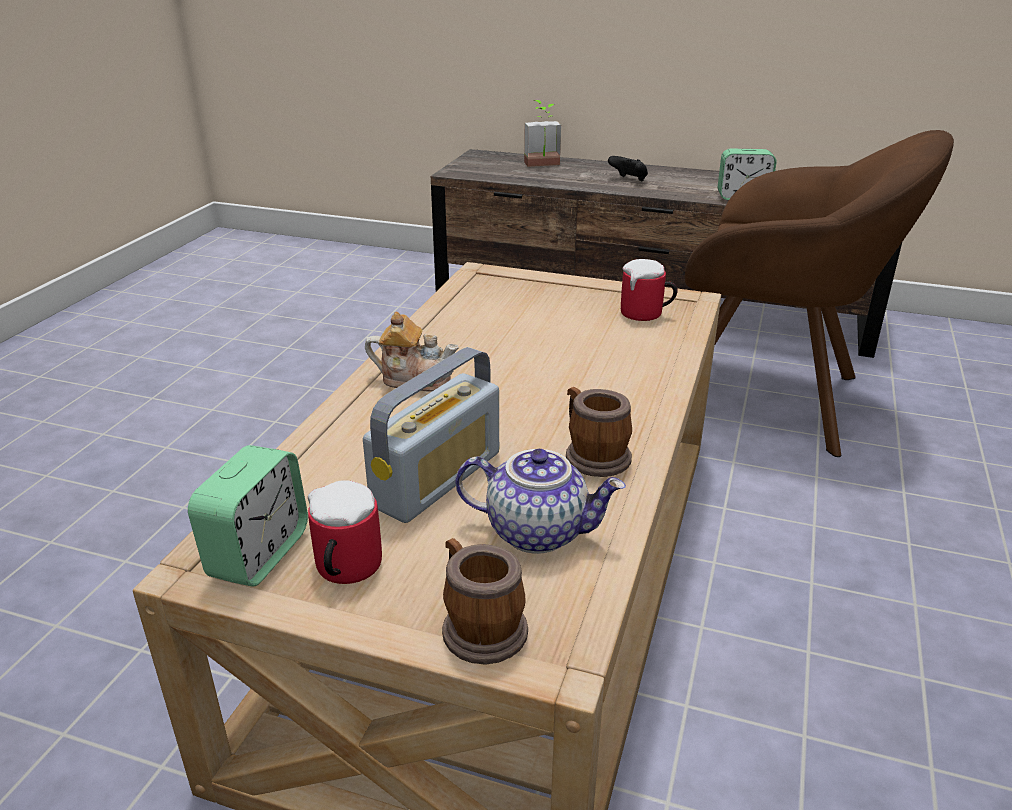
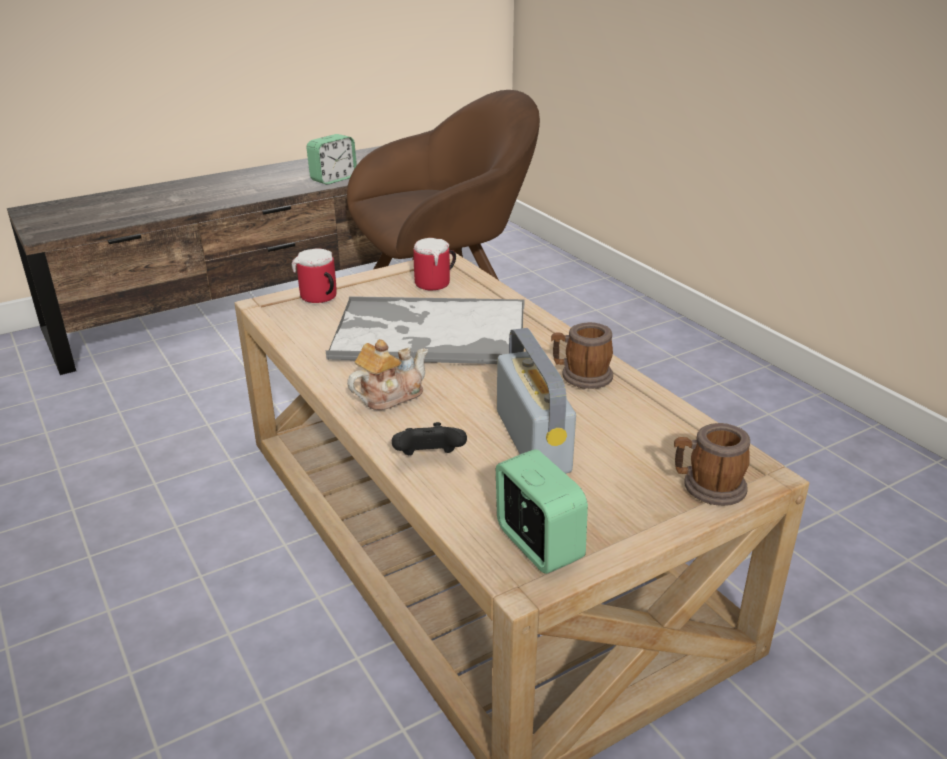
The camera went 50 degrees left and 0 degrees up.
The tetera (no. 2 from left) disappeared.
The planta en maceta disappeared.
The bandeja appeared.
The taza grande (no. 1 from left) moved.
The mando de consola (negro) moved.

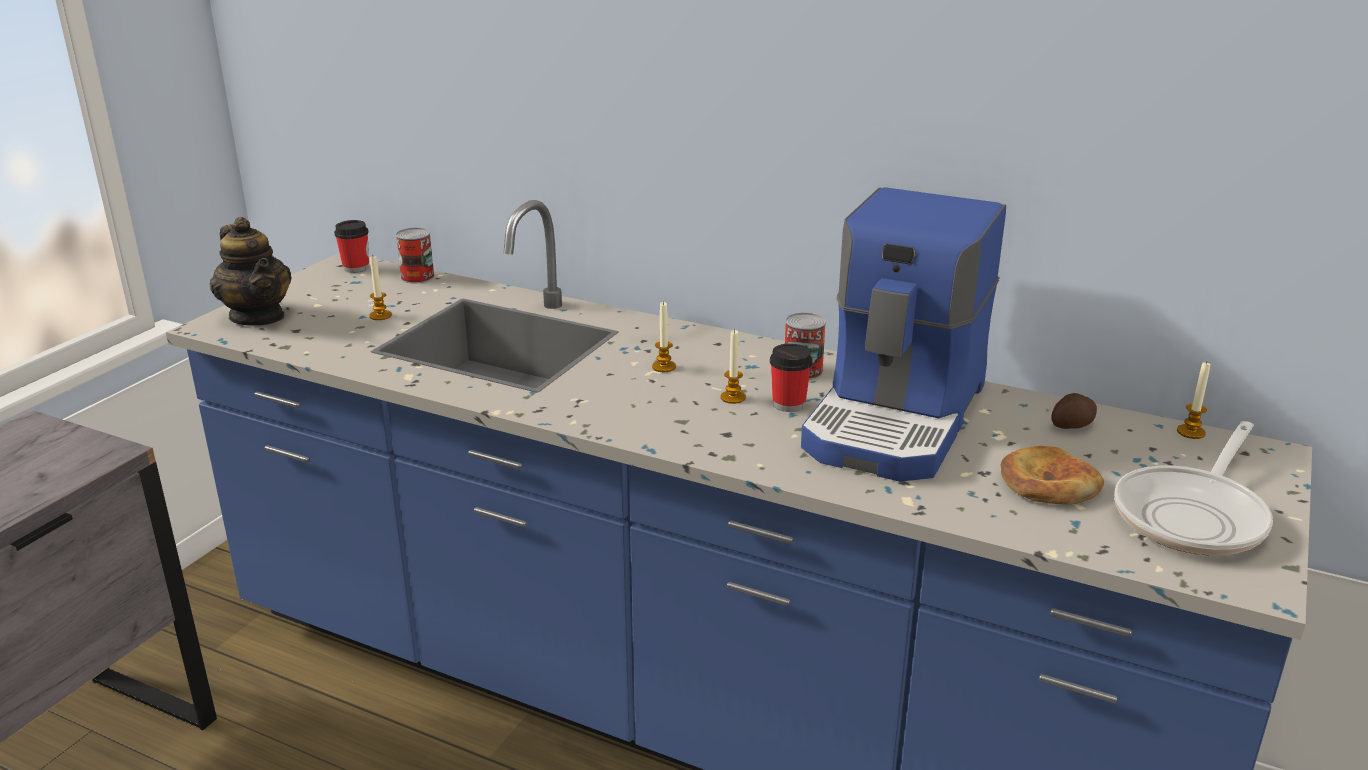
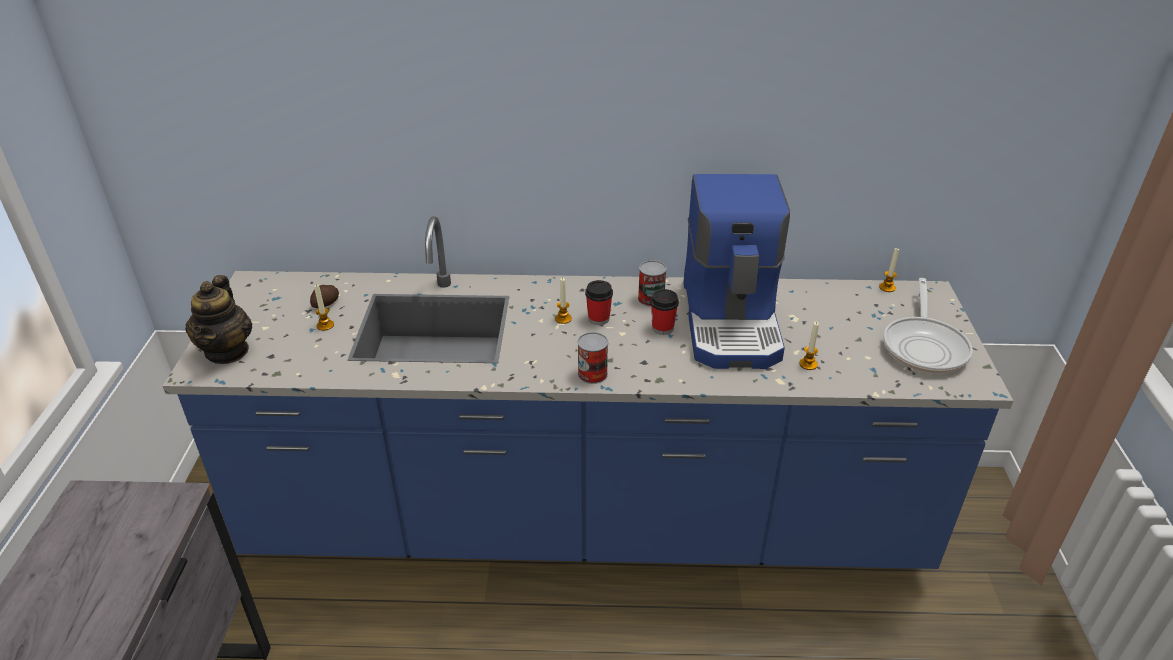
The camera went 25 degrees left and 10 degrees up.
The pan disappeared.
The taza (no. 1 from left) moved.
The lata (no. 1 from left) moved.
The vela (no. 3 from left) moved.
The patata moved.
The tetera turned 60 degrees clockwise.

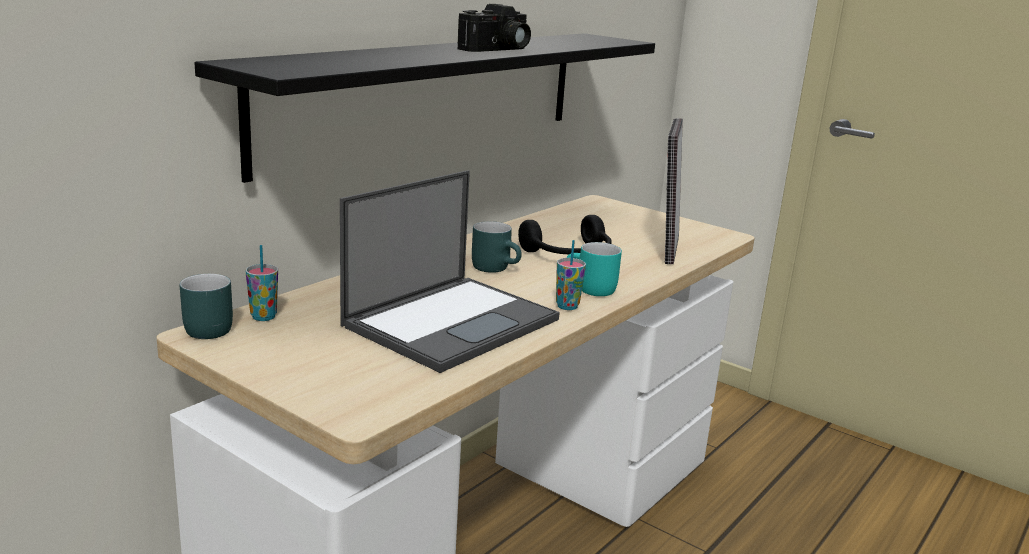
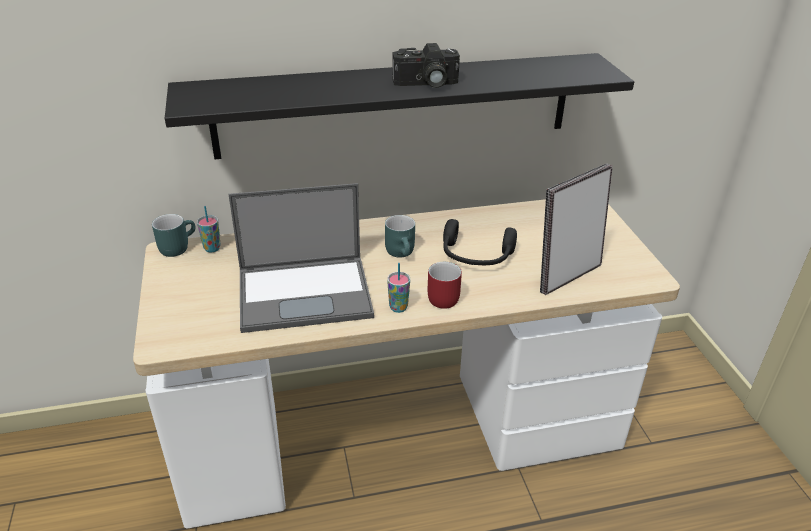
The camera went 40 degrees right and 15 degrees up.
The taza grande (turquesa) (no. 3 from left) became the taza grande (rojo).

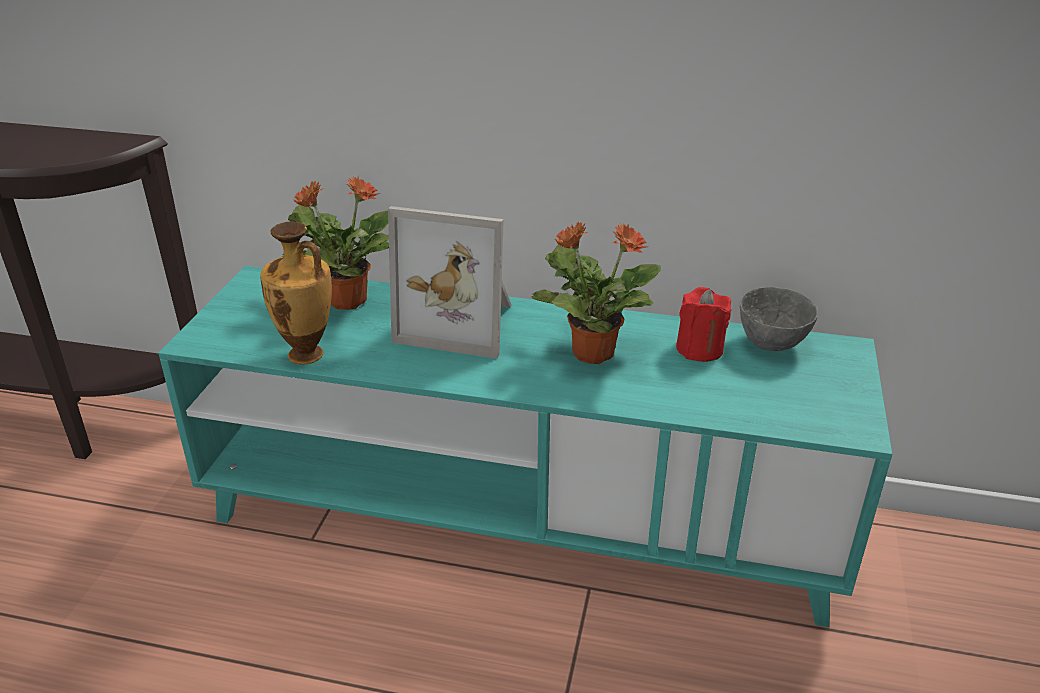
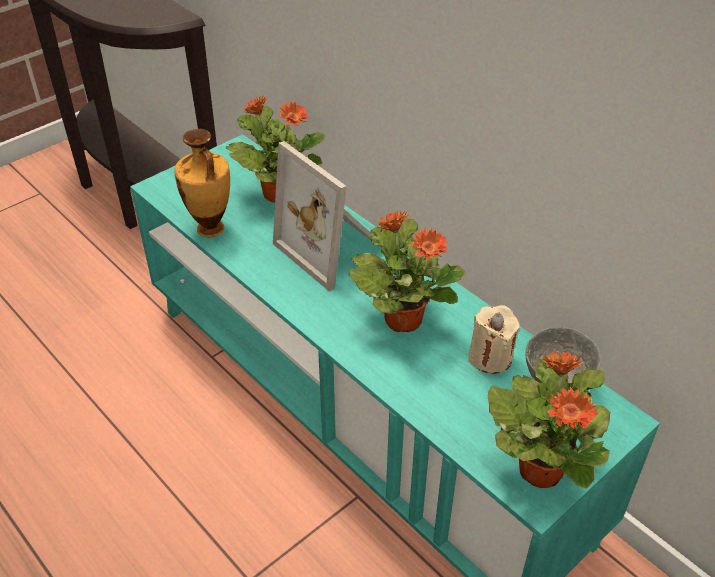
The camera went 35 degrees right and 10 degrees up.
The planta en maceta (no. 3 from left) appeared.
The vela (rojo) became the vela (beis).

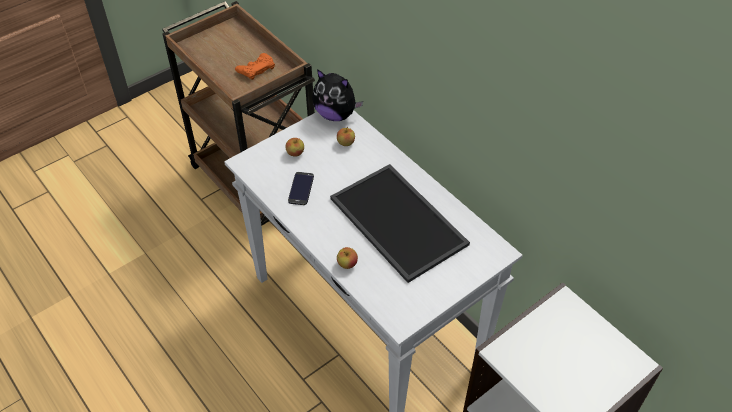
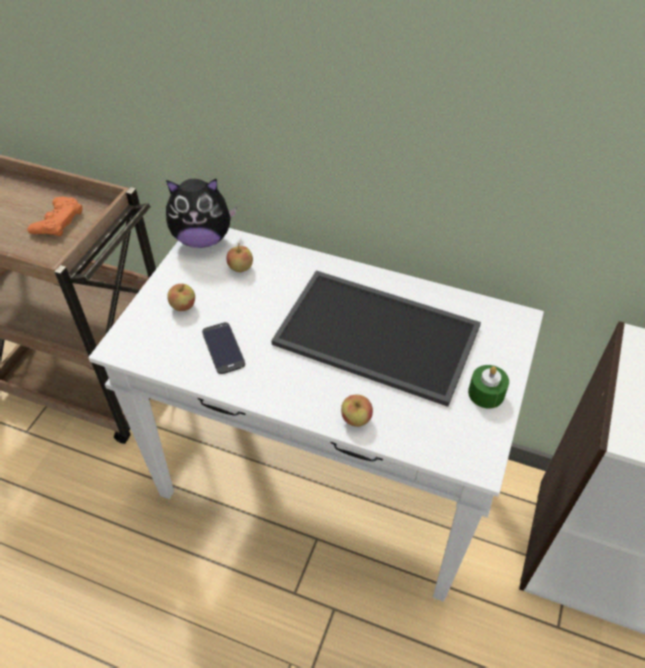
The camera went 30 degrees left and 0 degrees up.
The vela (verde) appeared.

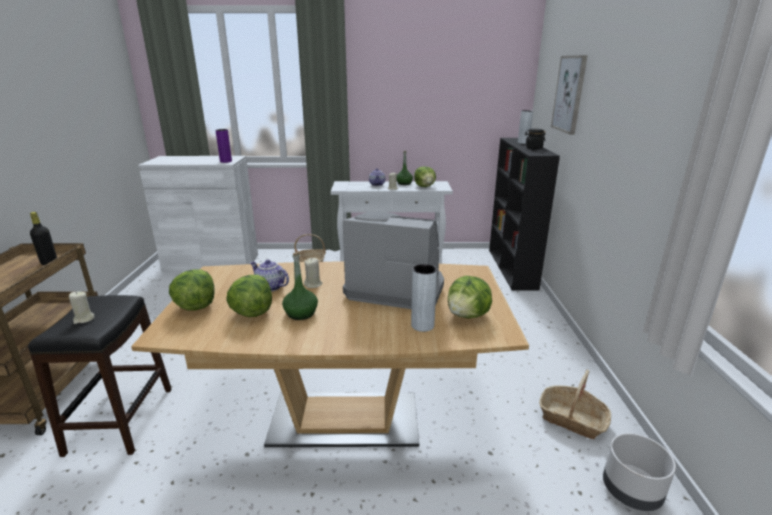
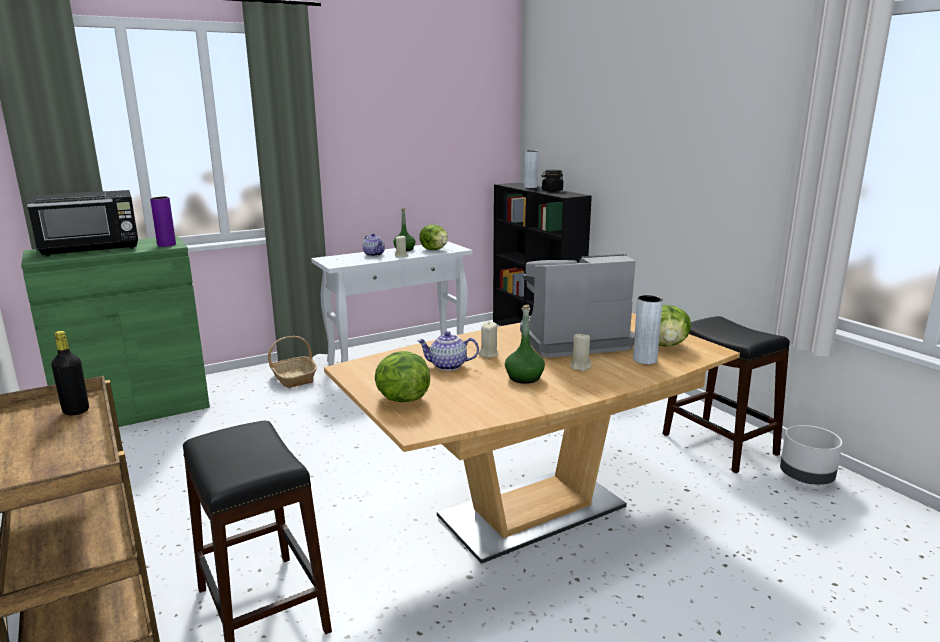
The camera went 30 degrees left and 5 degrees down.
The lechuga (no. 2 from left) disappeared.
The cuadro disappeared.
The microondas (negro) appeared.
The vela (beis) (no. 1 from left in the first image) moved.
The cesta (no. 2 from left) was replaced by the taburete (negro) (no. 2 from left).
The armario (blanco) became the armario (verde).

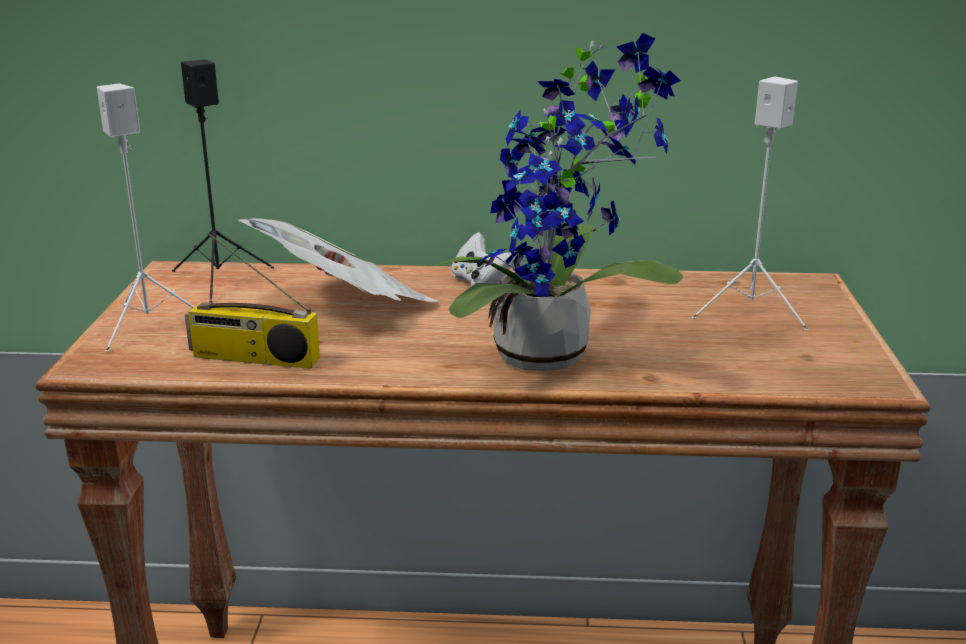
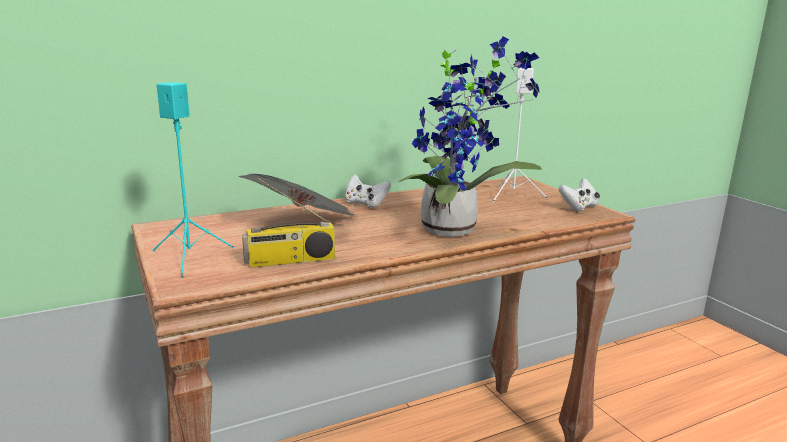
The camera went 30 degrees left and 5 degrees down.
The altavoz (negro) disappeared.
The mando de consola (blanco) (no. 2 from left) appeared.
The altavoz (blanco) (no. 1 from left) became the altavoz (turquesa).

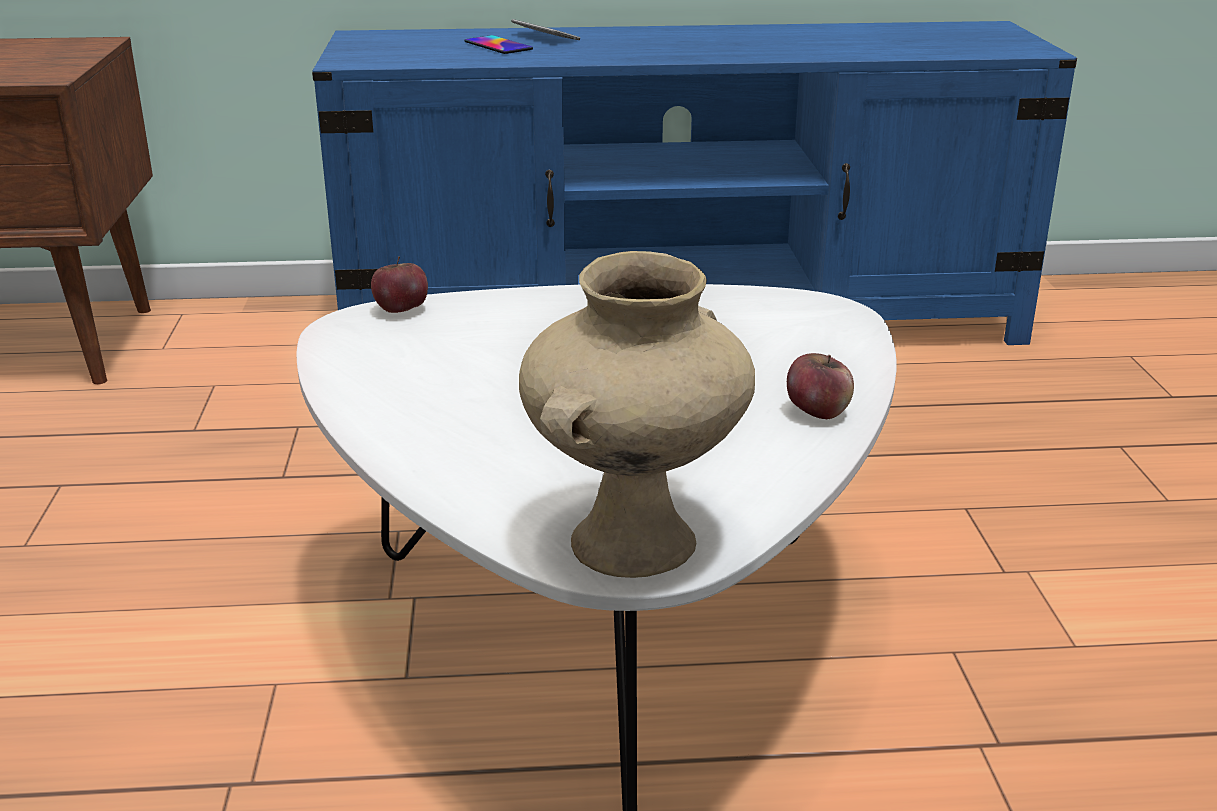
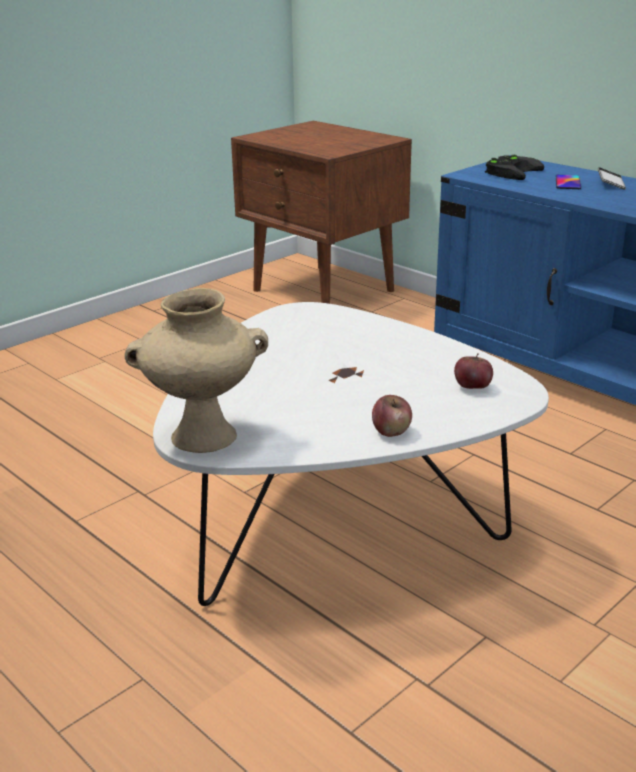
The camera went 50 degrees right and 0 degrees up.
The mando de consola (negro) appeared.
The manzana (no. 1 from left in the first image) moved.

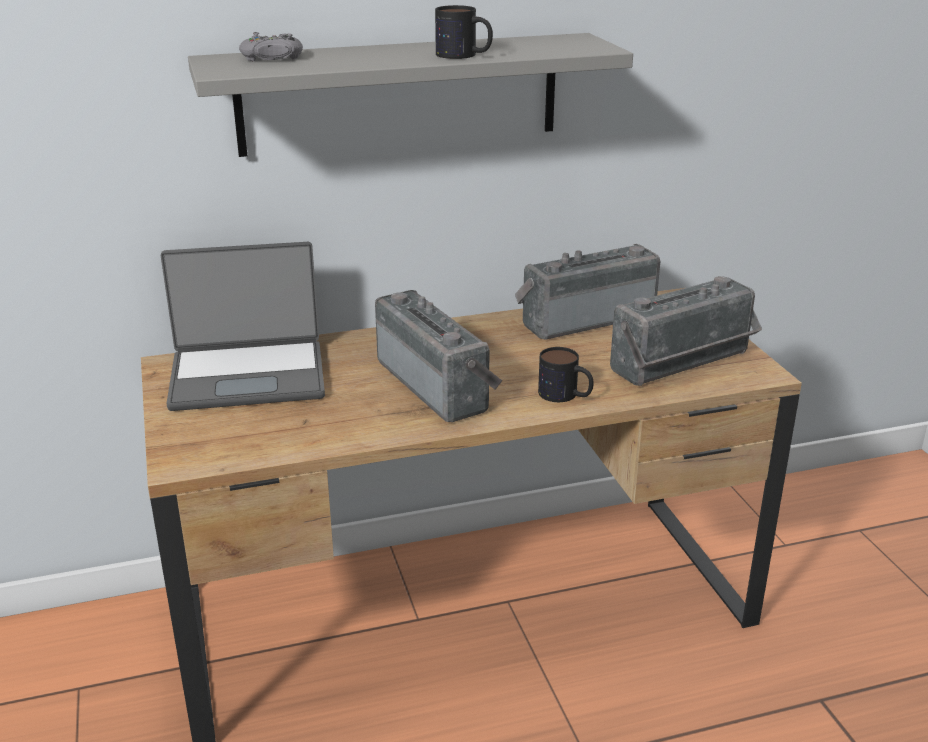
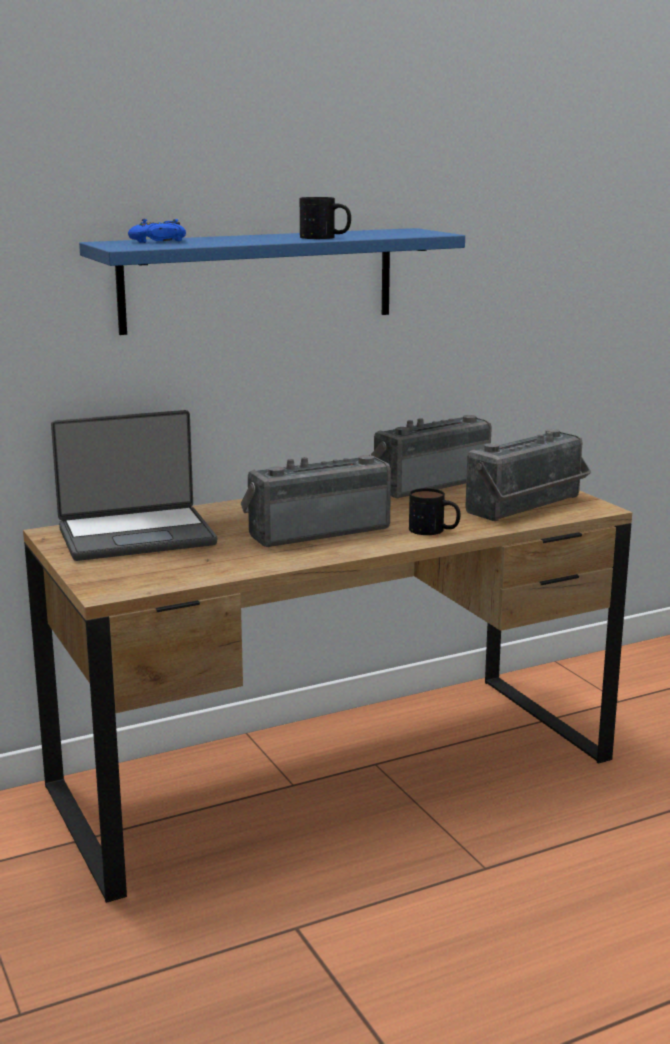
The camera went 10 degrees left and 10 degrees down.
The estante (gris) became the estante (azul).
The mando de consola (gris) became the mando de consola (azul).
The radio (no. 1 from left) turned 75 degrees counterclockwise.

